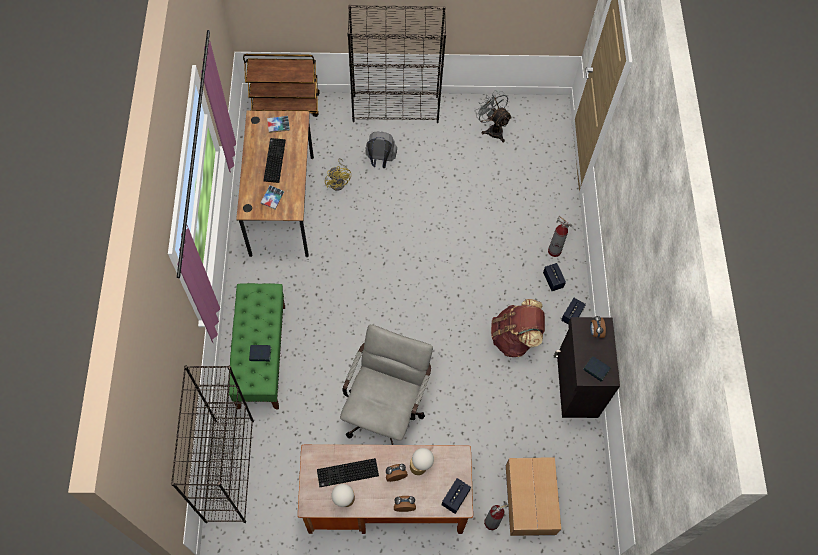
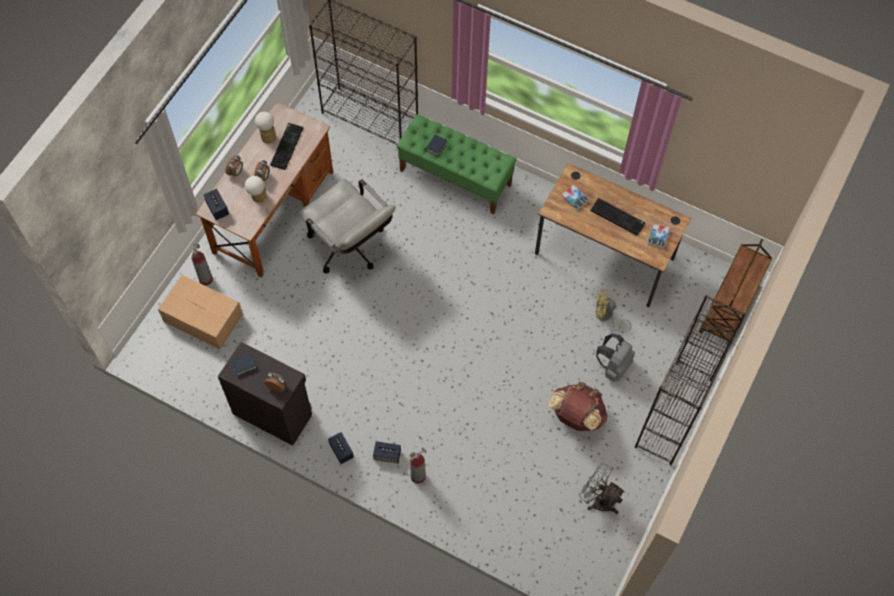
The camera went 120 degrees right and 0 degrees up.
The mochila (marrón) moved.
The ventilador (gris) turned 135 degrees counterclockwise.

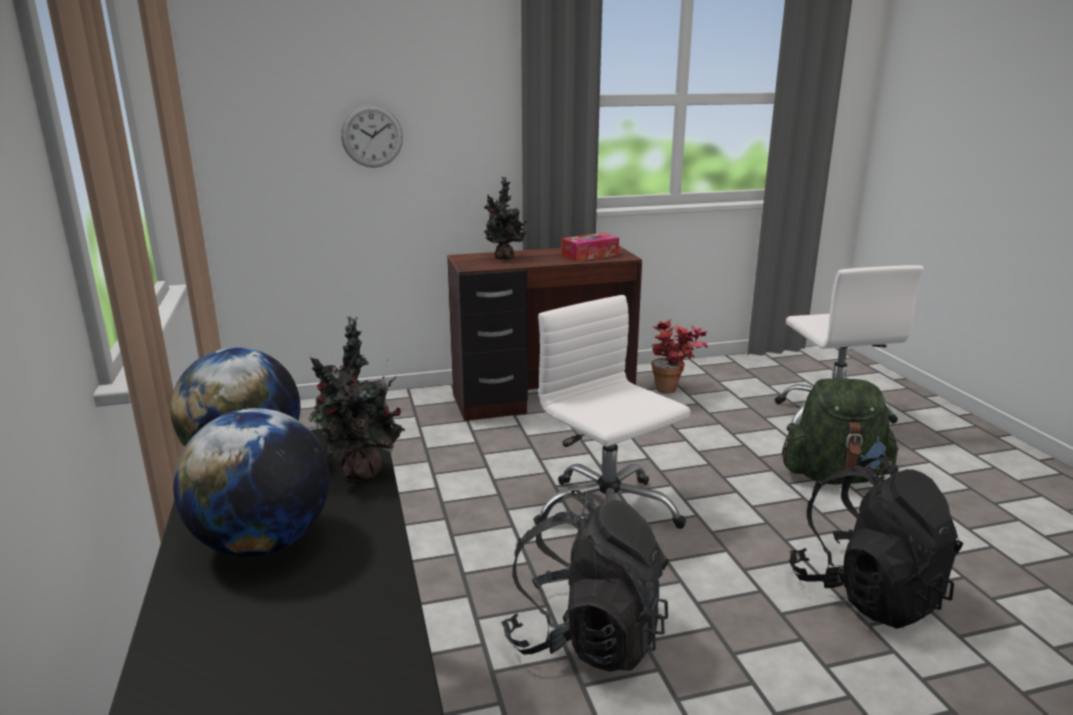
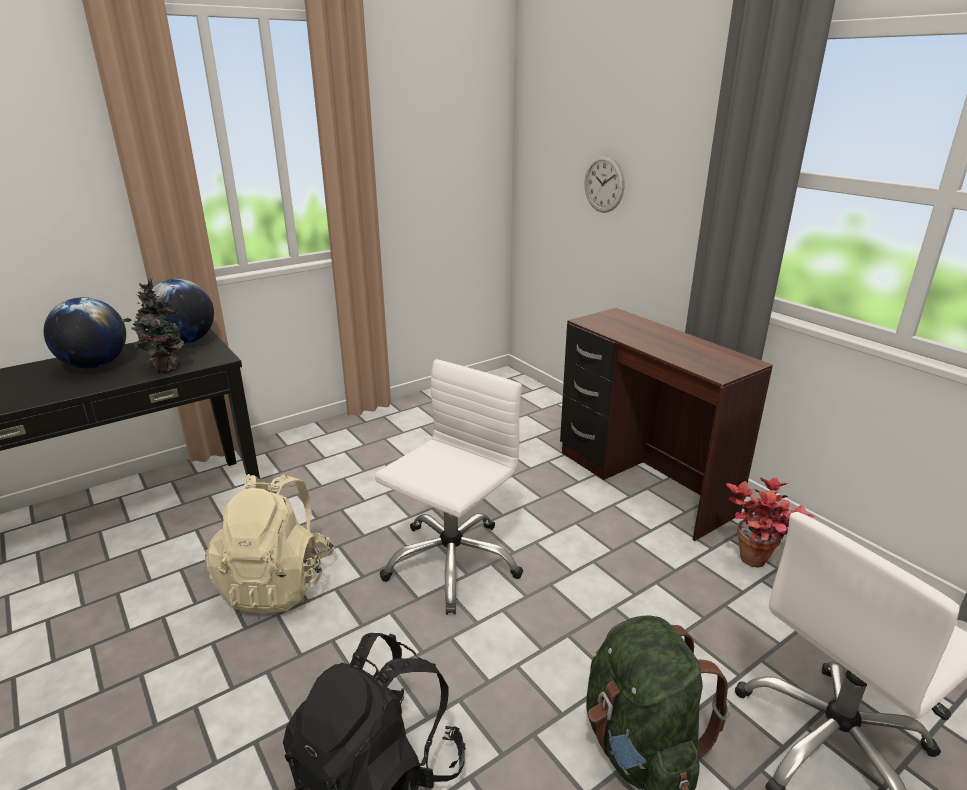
The camera went 70 degrees right and 5 degrees up.
The planta en maceta (no. 2 from left) disappeared.
The caja de pañuelos disappeared.
The mochila (negro) (no. 1 from left) became the mochila (beis).

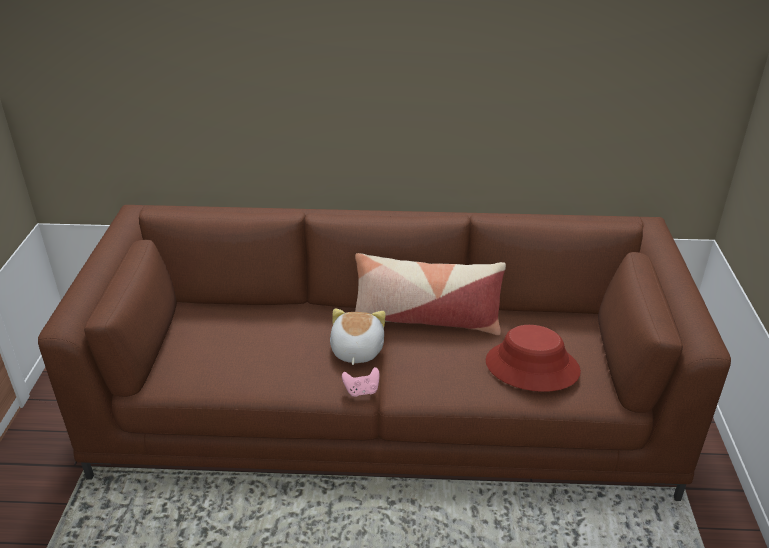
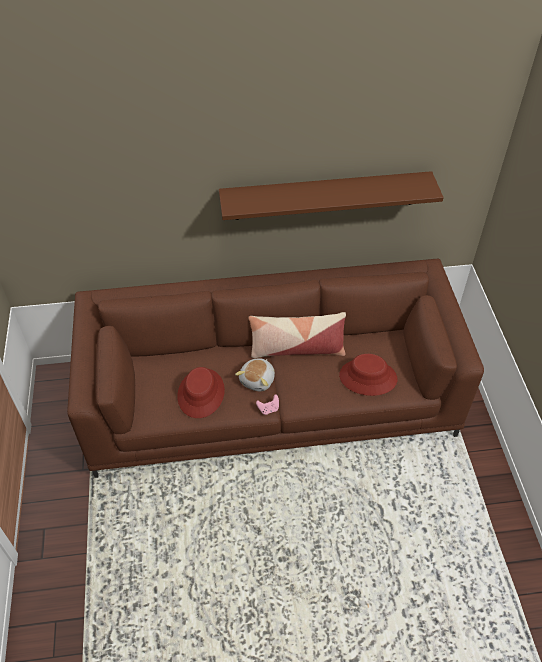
The camera went 10 degrees left and 15 degrees up.
The sombrero (rojo) (no. 1 from left) appeared.
The estante (marrón) appeared.
The peluche turned 150 degrees counterclockwise.

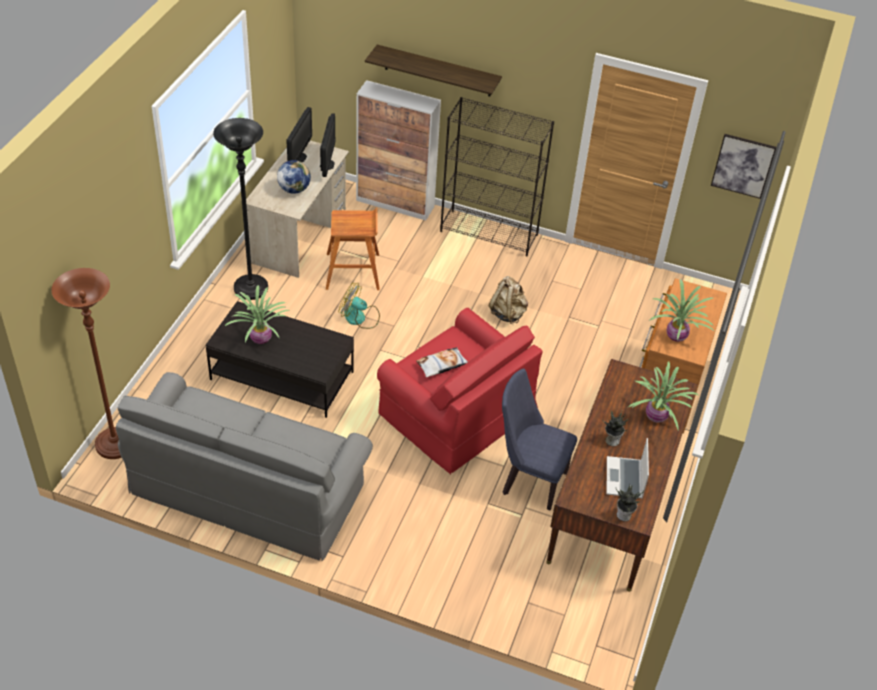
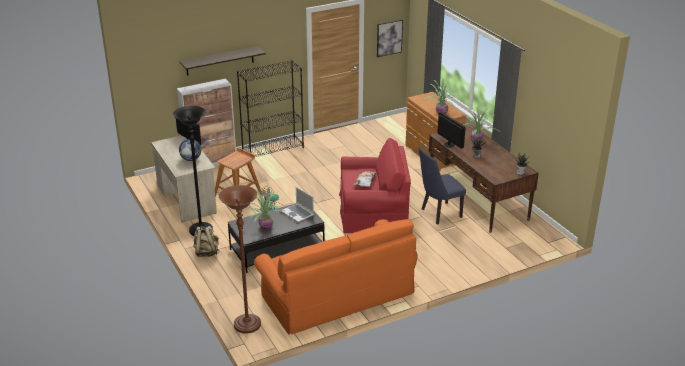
The camera went 45 degrees left and 15 degrees down.
The monitor (no. 1 from left in the first image) moved.
The mochila (beis) moved.
The portátil moved.
The sofá (gris) became the sofá (naranja).

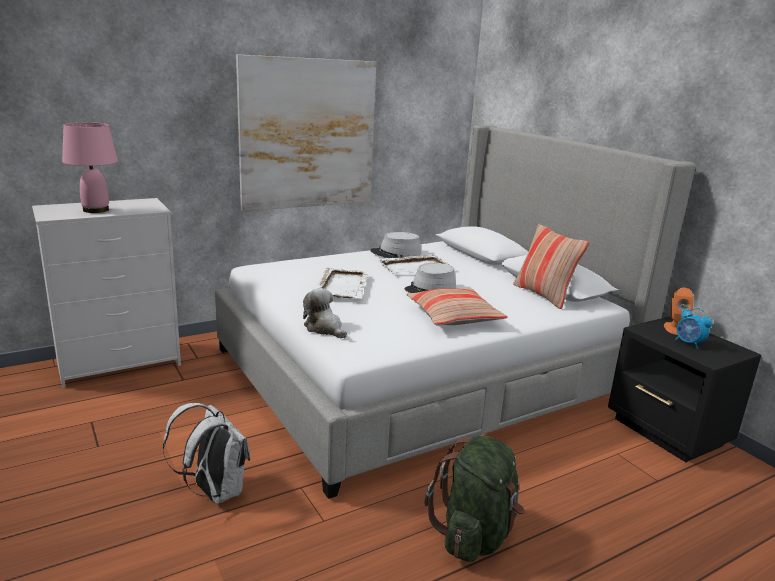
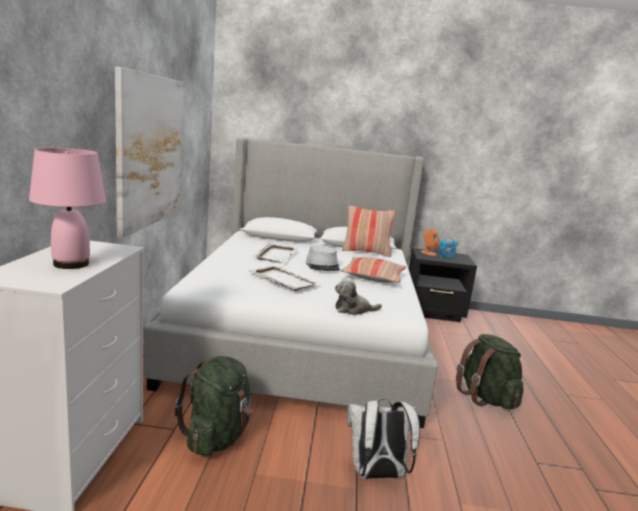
The camera went 55 degrees left and 5 degrees down.
The sombrero (gris) (no. 1 from left) disappeared.
The mochila (verde) (no. 1 from left) appeared.

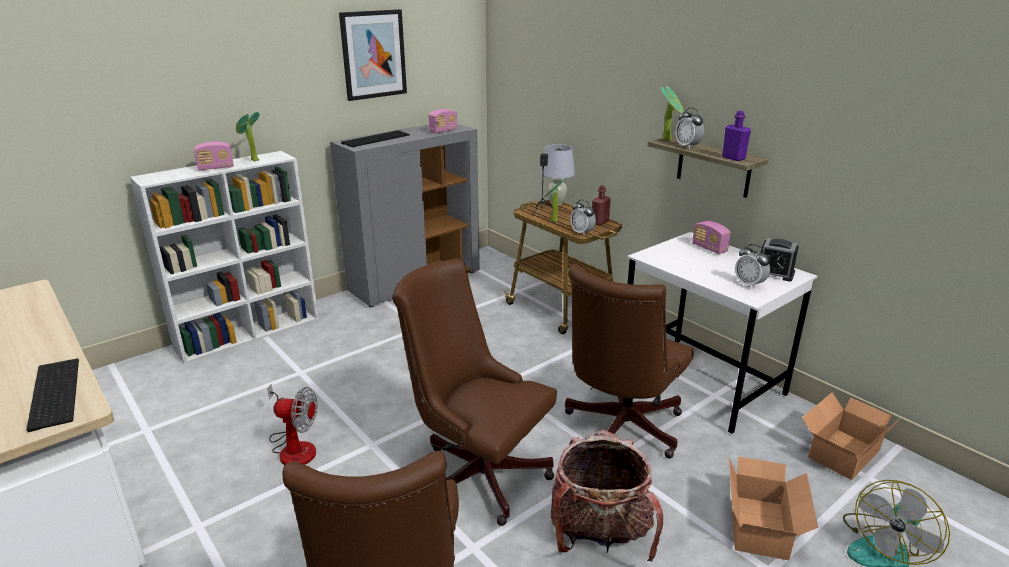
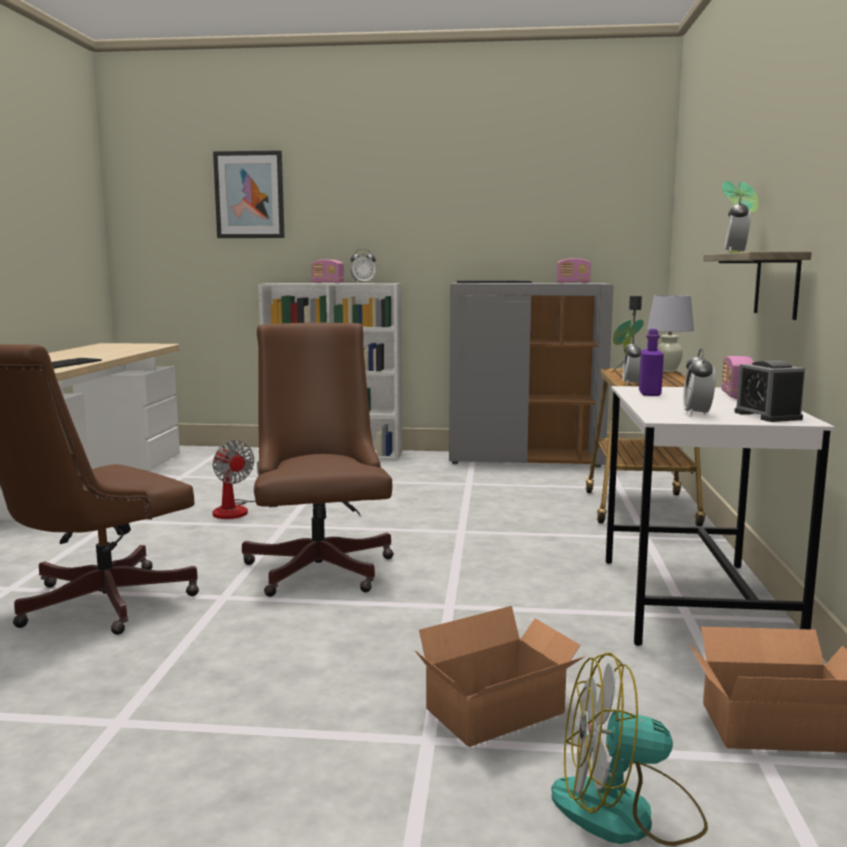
The camera went 45 degrees right and 15 degrees down.
The mochila disappeared.
The silla de oficina (marrón) (no. 3 from left) disappeared.
The botella (rojo) disappeared.
The cuadro moved.
The botella (morado) moved.
The planta en maceta (no. 1 from left) was replaced by the despertador (no. 1 from left).

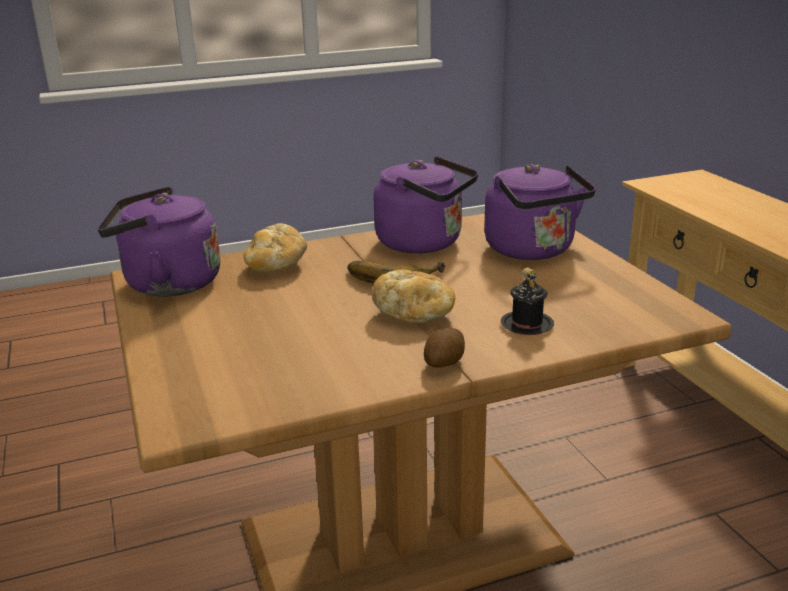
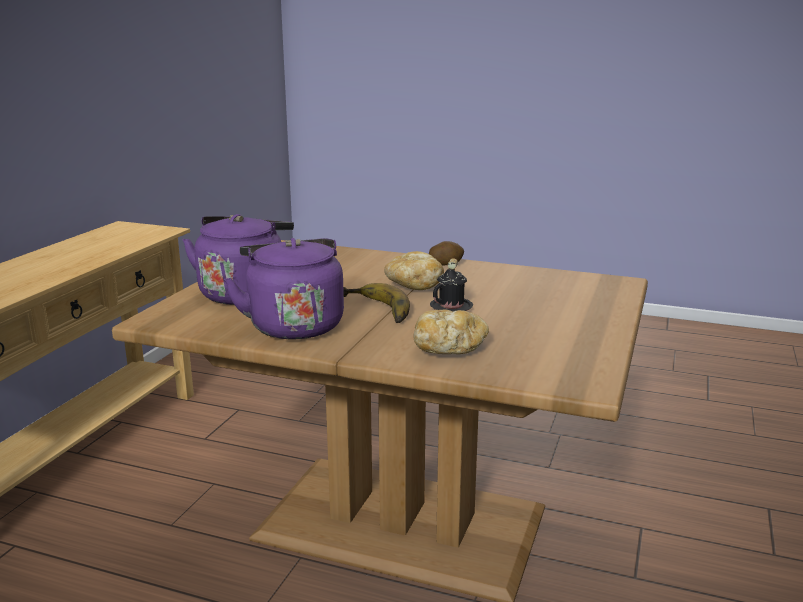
The camera went 140 degrees left and 5 degrees down.
The hervidor (morado) (no. 1 from left) disappeared.
The taza grande (negro) moved.

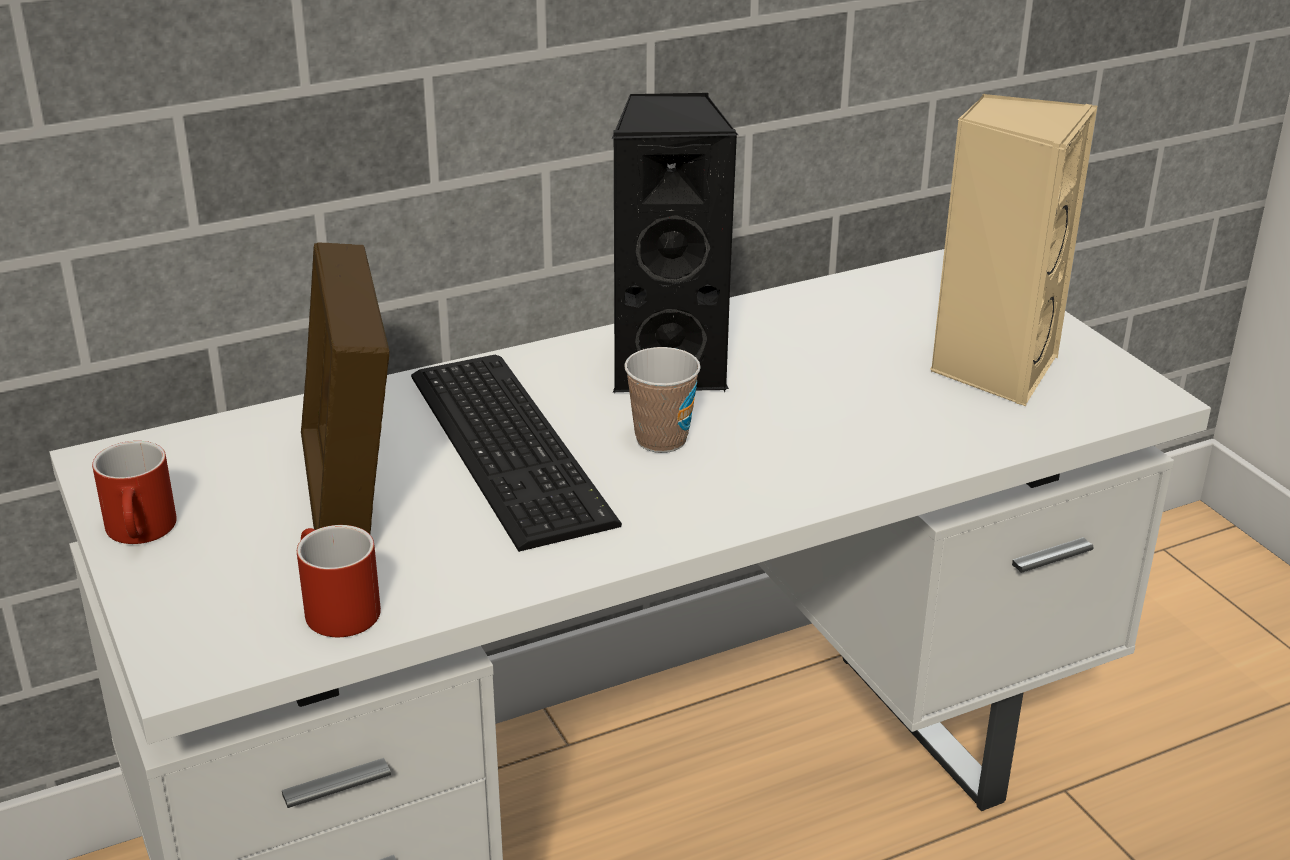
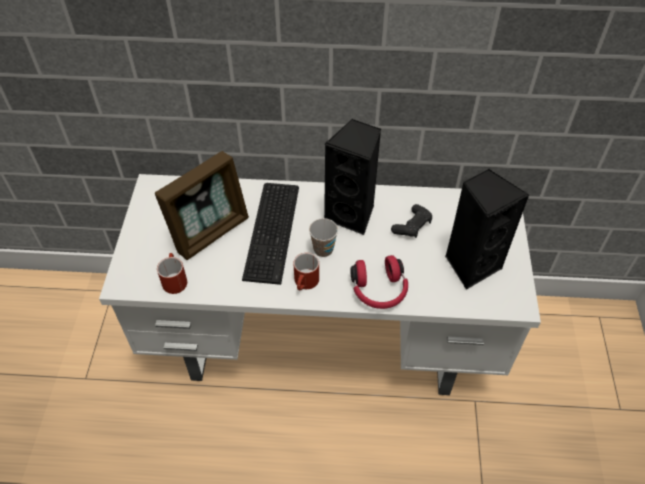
The camera went 30 degrees right and 20 degrees up.
The auriculares (rojo) appeared.
The mando de consola (negro) appeared.
The taza grande (rojo) (no. 1 from left in the first image) moved.
The altavoz (beis) became the altavoz (negro) (no. 2 from left).
The portarretratos turned 150 degrees counterclockwise.

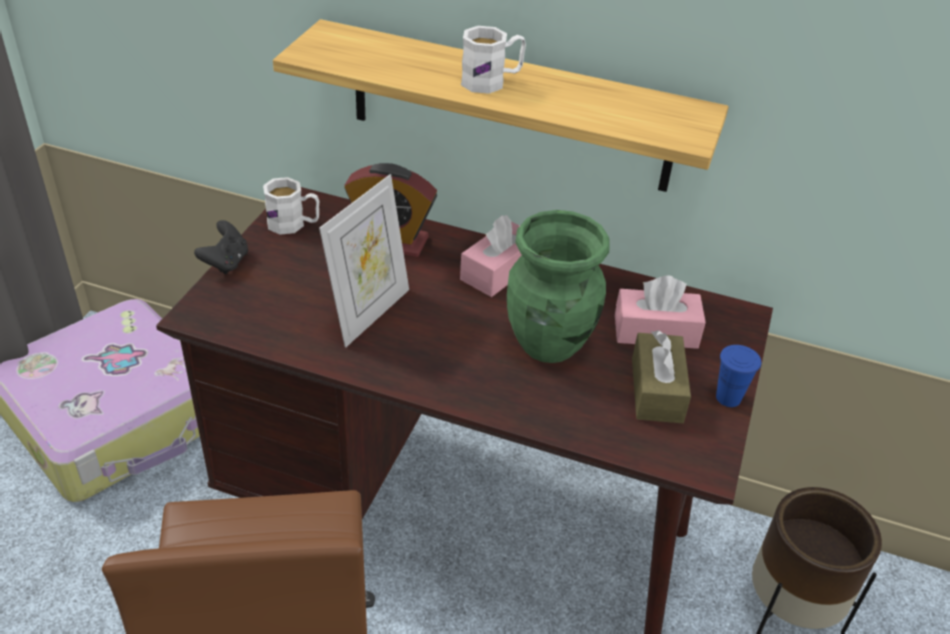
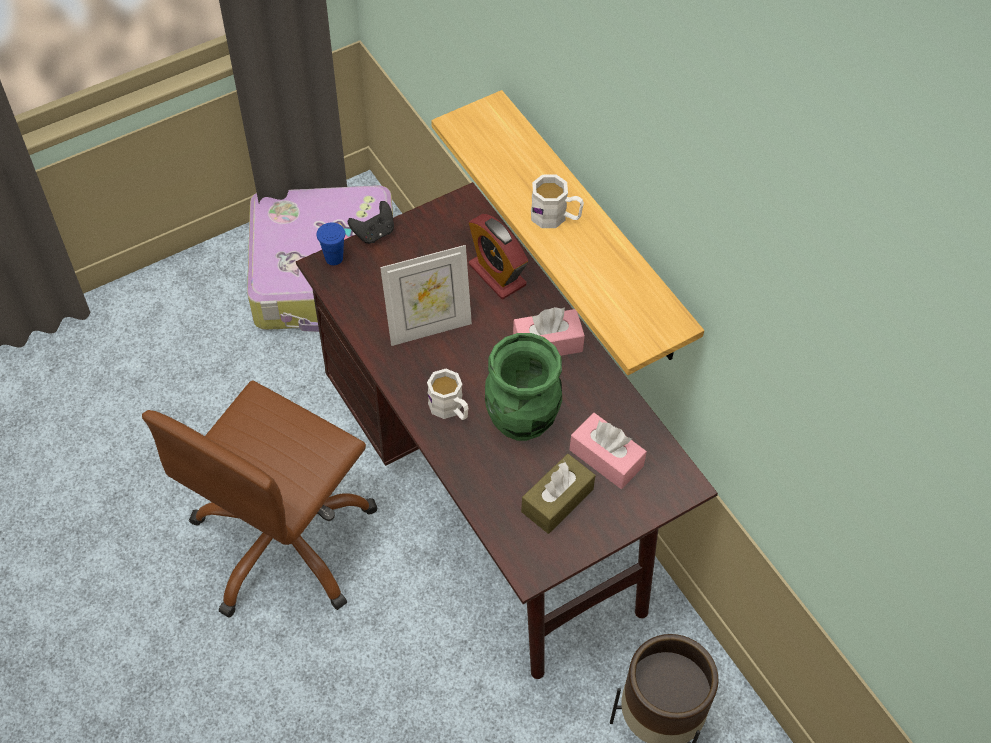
The camera went 40 degrees right and 15 degrees up.
The taza grande (blanco) (no. 1 from left) moved.
The taza (azul) moved.

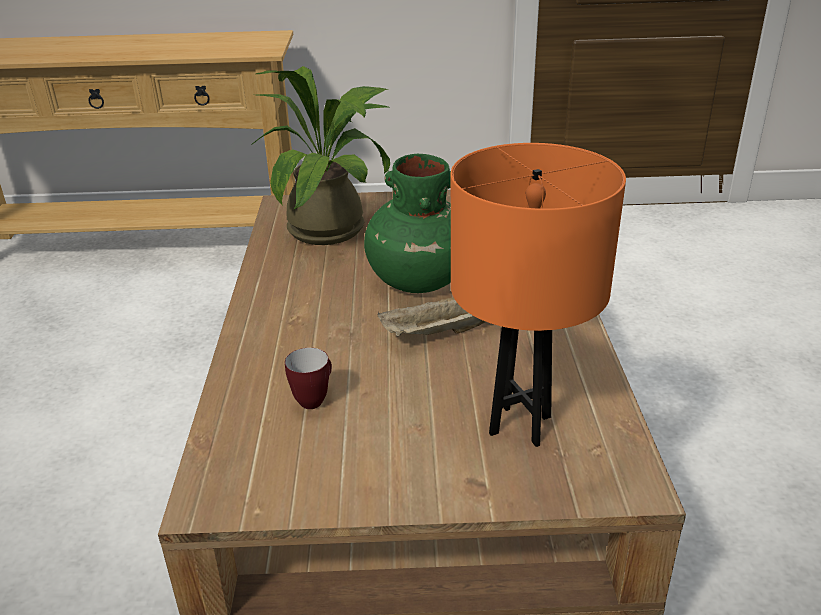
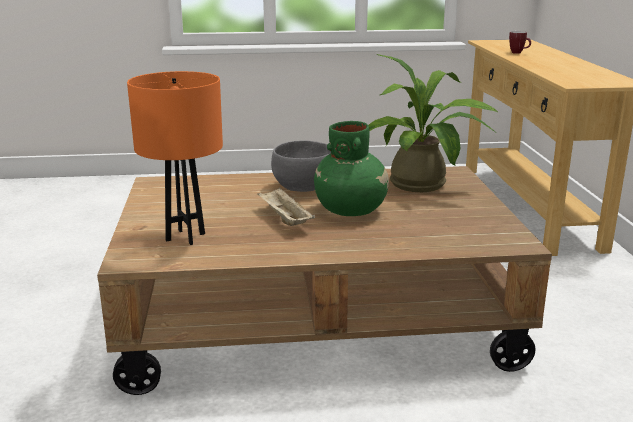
The camera went 85 degrees right and 10 degrees down.
The cuenco (gris) appeared.
The taza grande moved.

